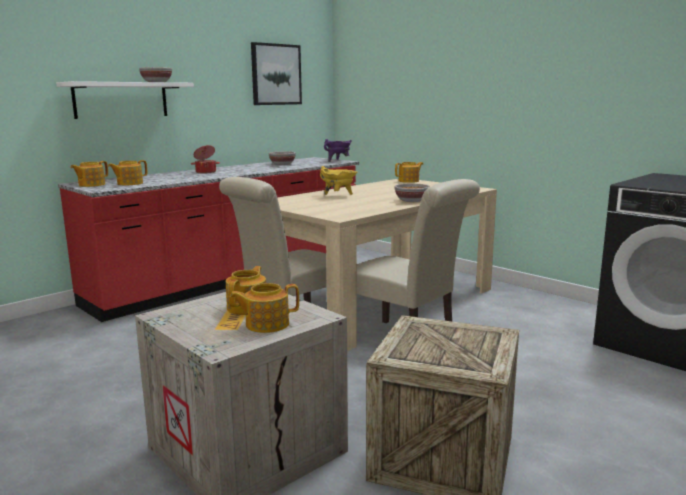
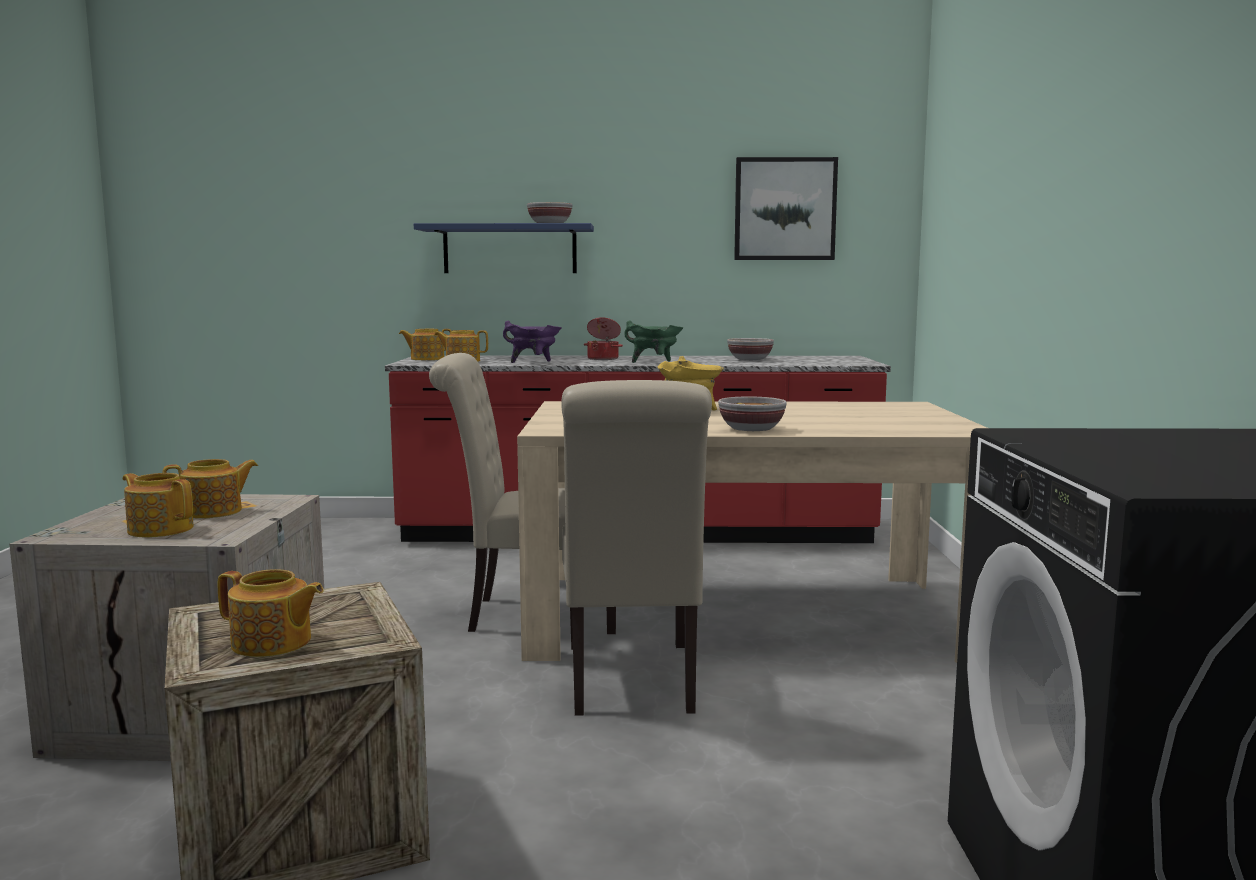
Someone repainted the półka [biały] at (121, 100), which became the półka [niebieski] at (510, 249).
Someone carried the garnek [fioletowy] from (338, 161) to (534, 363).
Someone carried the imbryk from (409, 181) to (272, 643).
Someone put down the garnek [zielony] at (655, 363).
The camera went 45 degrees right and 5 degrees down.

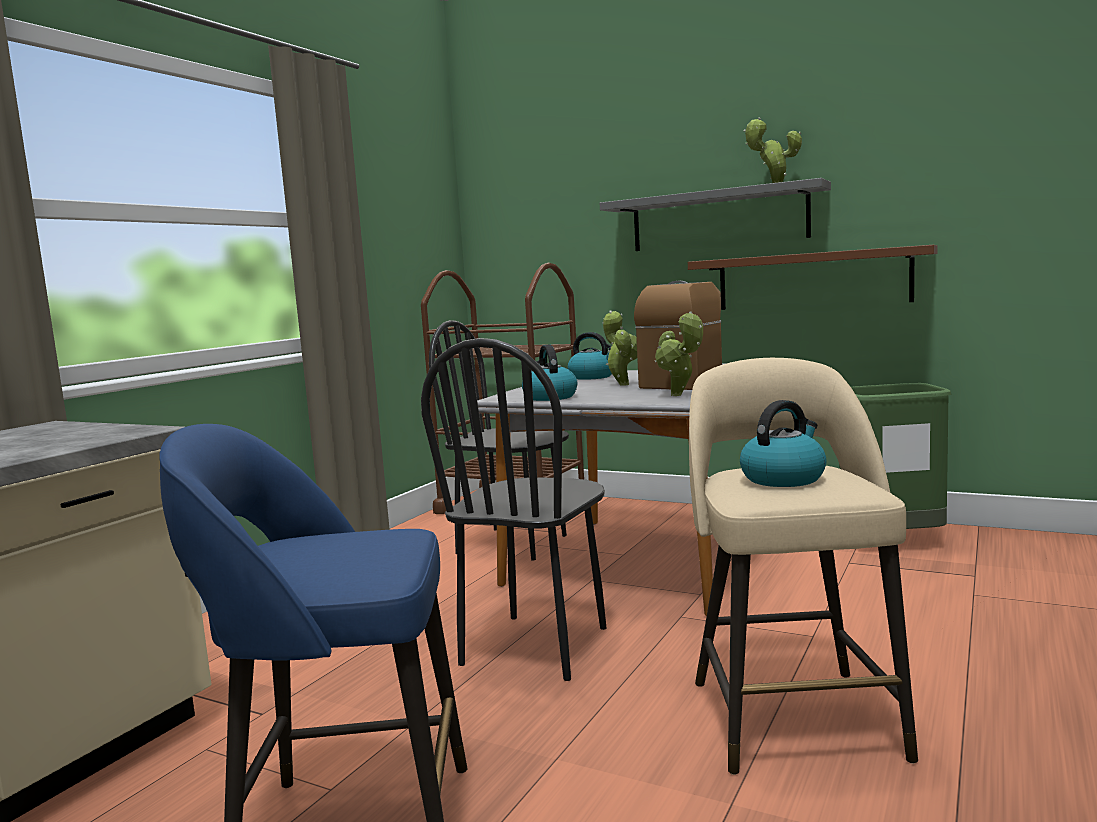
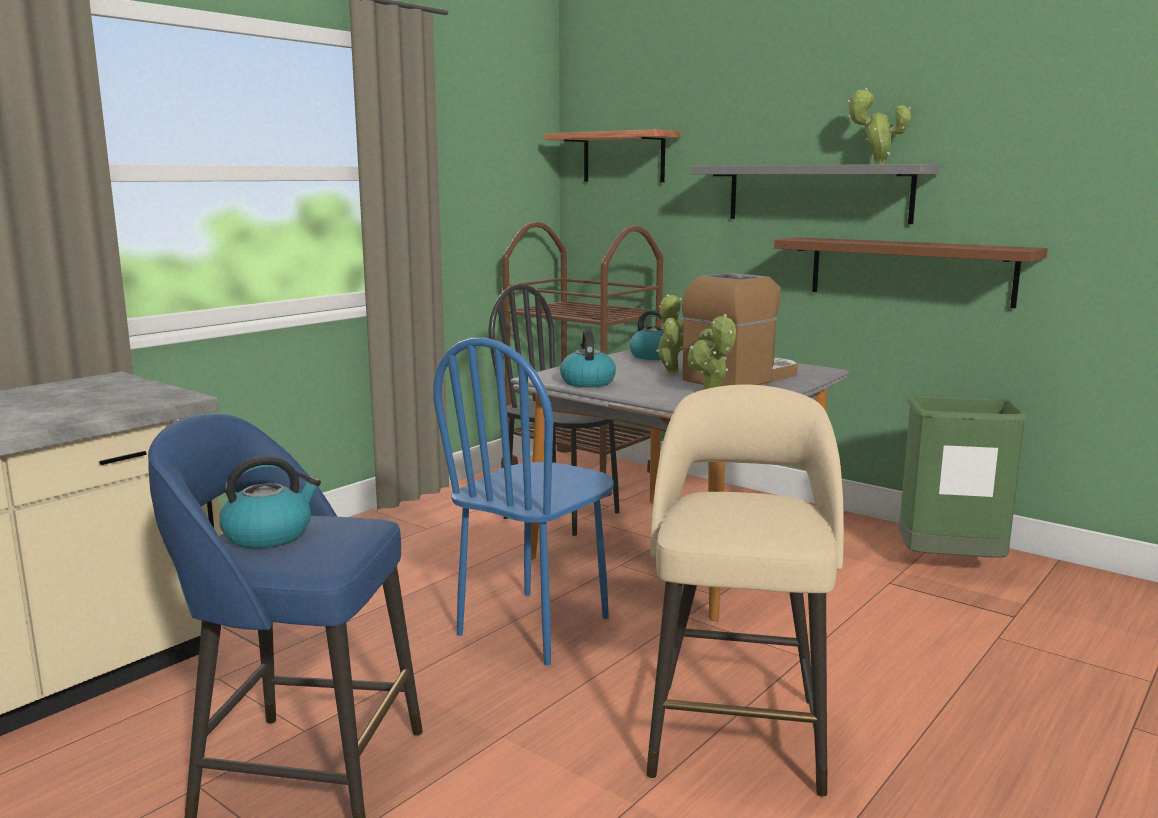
Someone repainted the krzesło [czarny] at (536, 646), which became the krzesło [niebieski] at (535, 626).
Someone carried the czajnik from (783, 478) to (269, 535).
Someone put up the półka at (623, 157).
The camera went 10 degrees right and 5 degrees up.

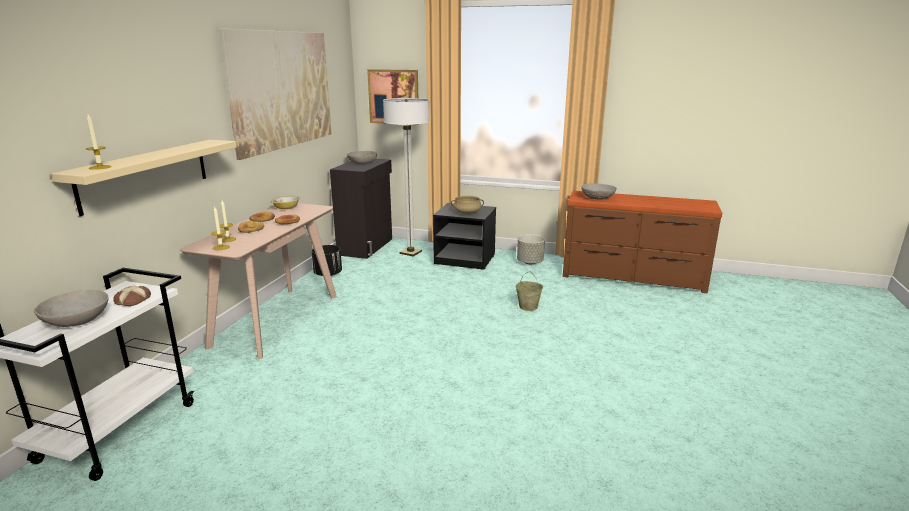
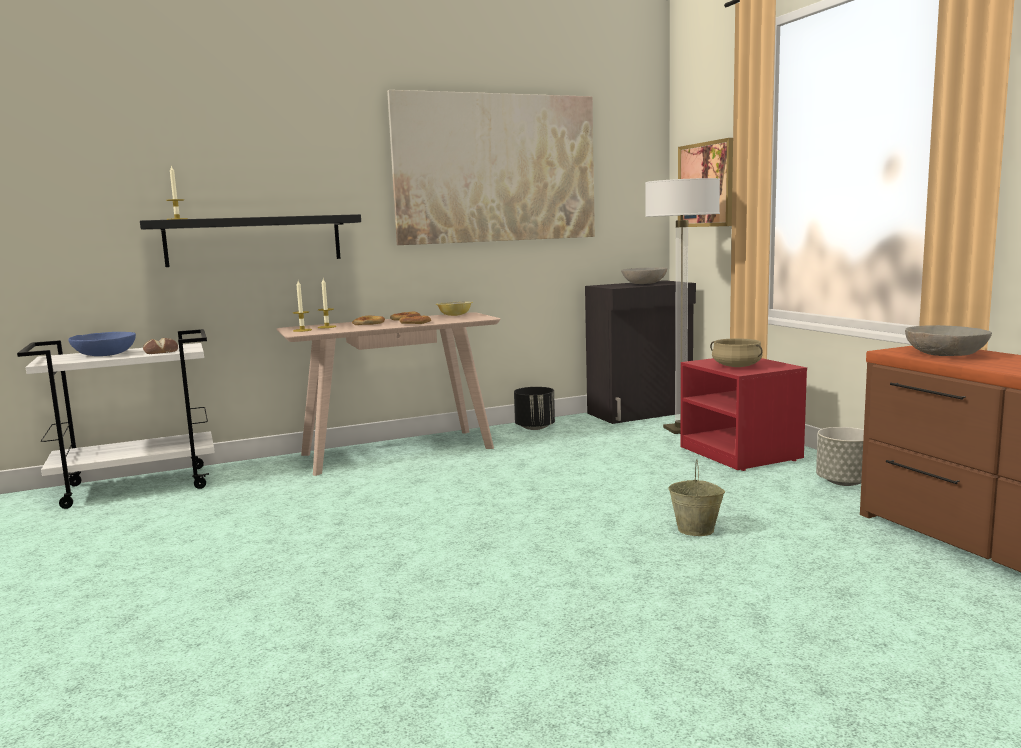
Someone repainted the półka [beżowy] at (146, 174), which became the półka [czarny] at (254, 240).
Someone repainted the szafka nocna [czarny] at (465, 259), which became the szafka nocna [czerwony] at (741, 453).
Someone repainted the miska [szary] at (76, 320), which became the miska [niebieski] at (104, 355).
The camera went 50 degrees right and 10 degrees down.

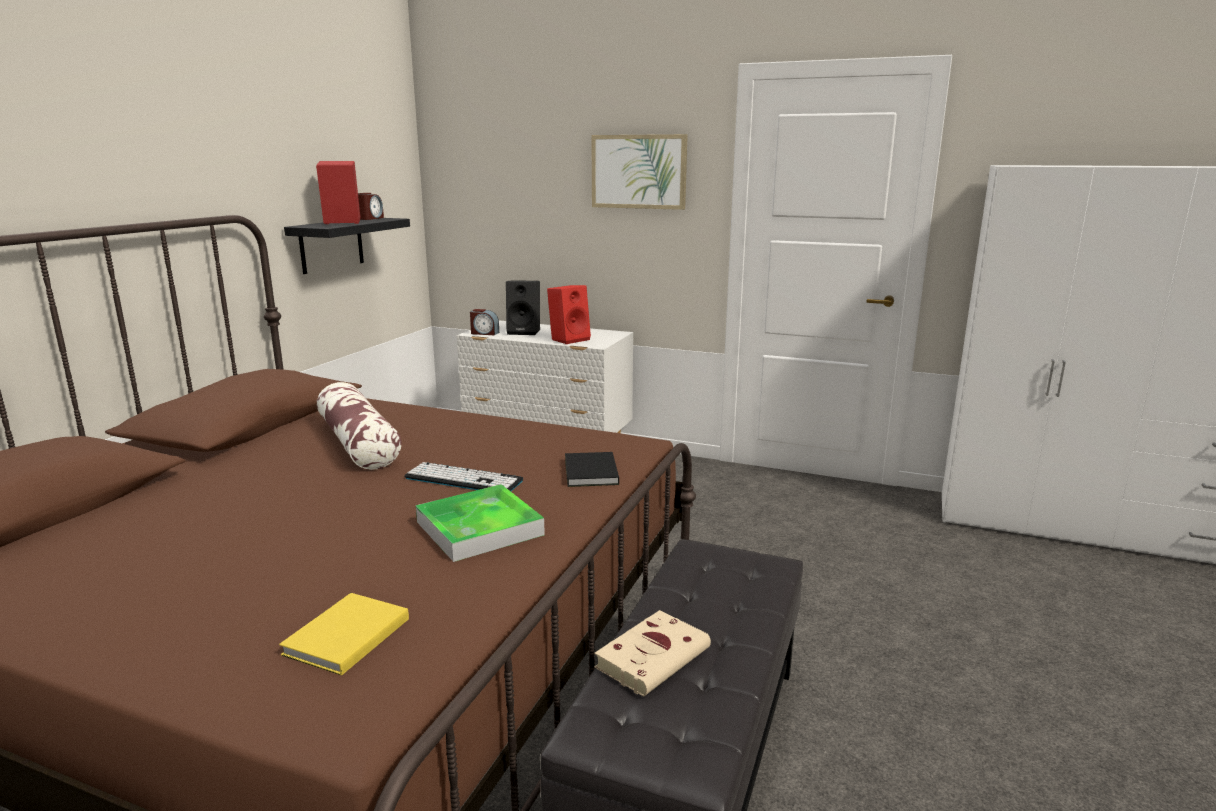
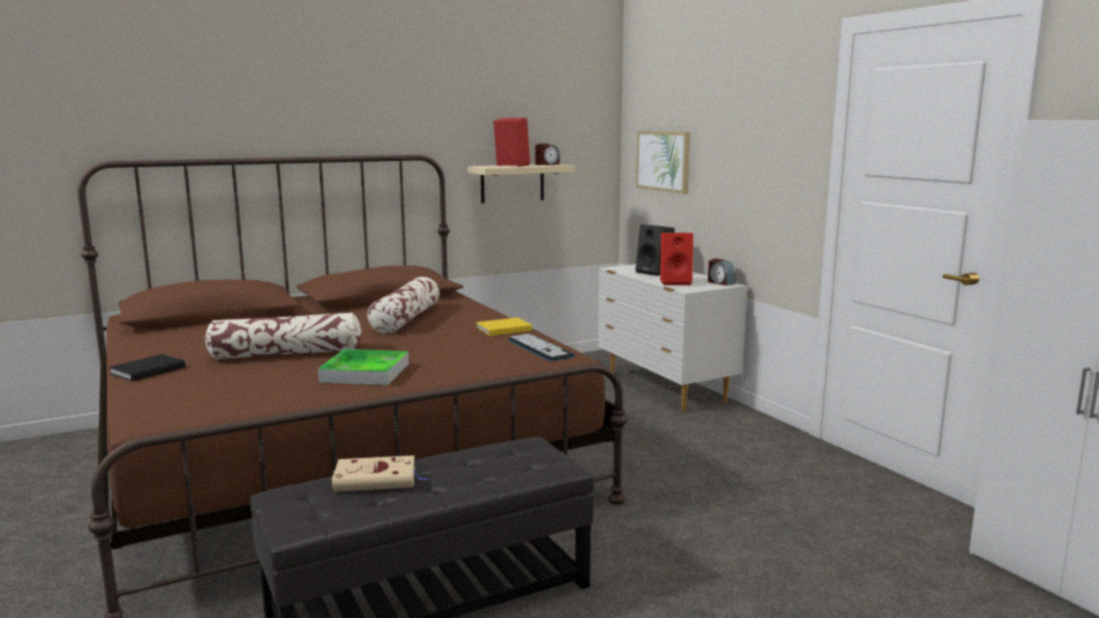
Someone carried the obraz from (639, 171) to (663, 161).
Someone repainted the półka [czarny] at (331, 245), which became the półka [beżowy] at (512, 183).
Someone carried the budzik from (484, 333) to (720, 283).
Someone carried the książka [czarny] from (590, 473) to (145, 370).
Someone carried the klawiatura from (463, 479) to (540, 348).
Someone carried the książka [żółty] from (343, 638) to (502, 329).
Someone put down the poduszka at (287, 354).
The camera went 40 degrees right and 5 degrees down.

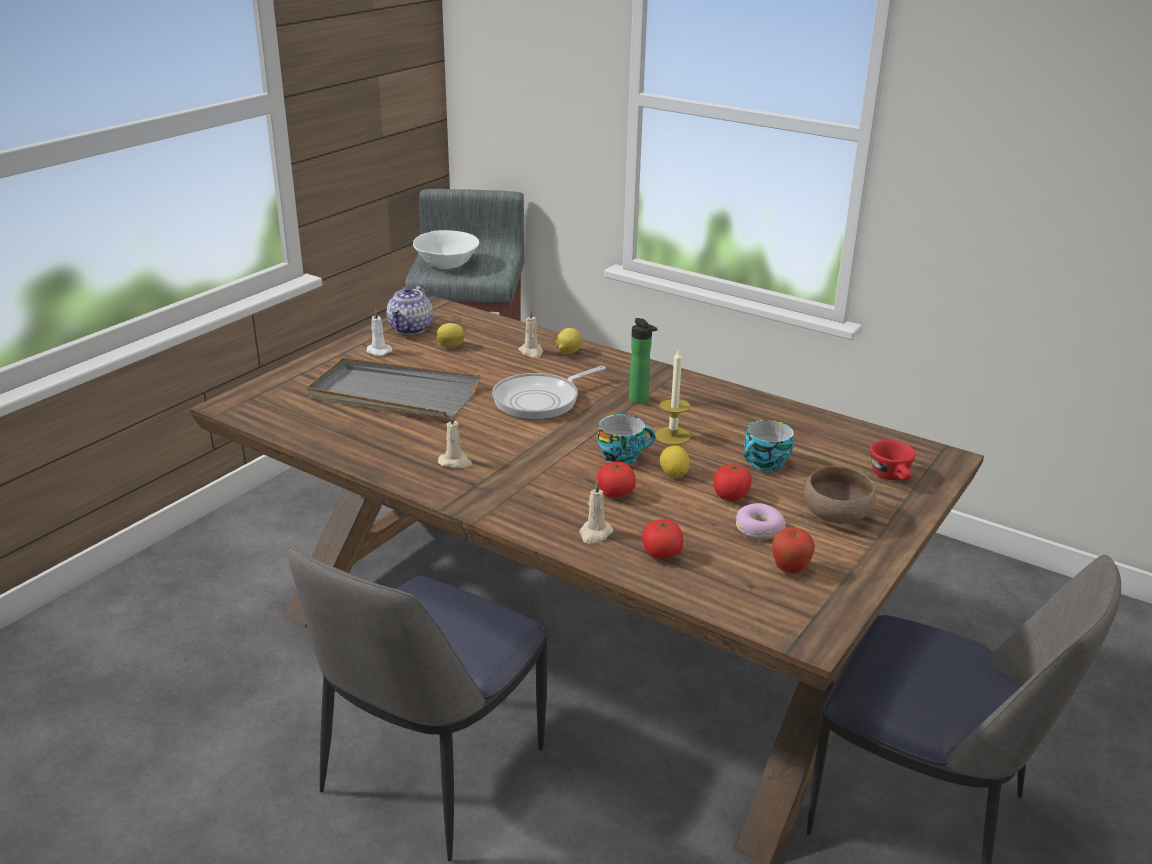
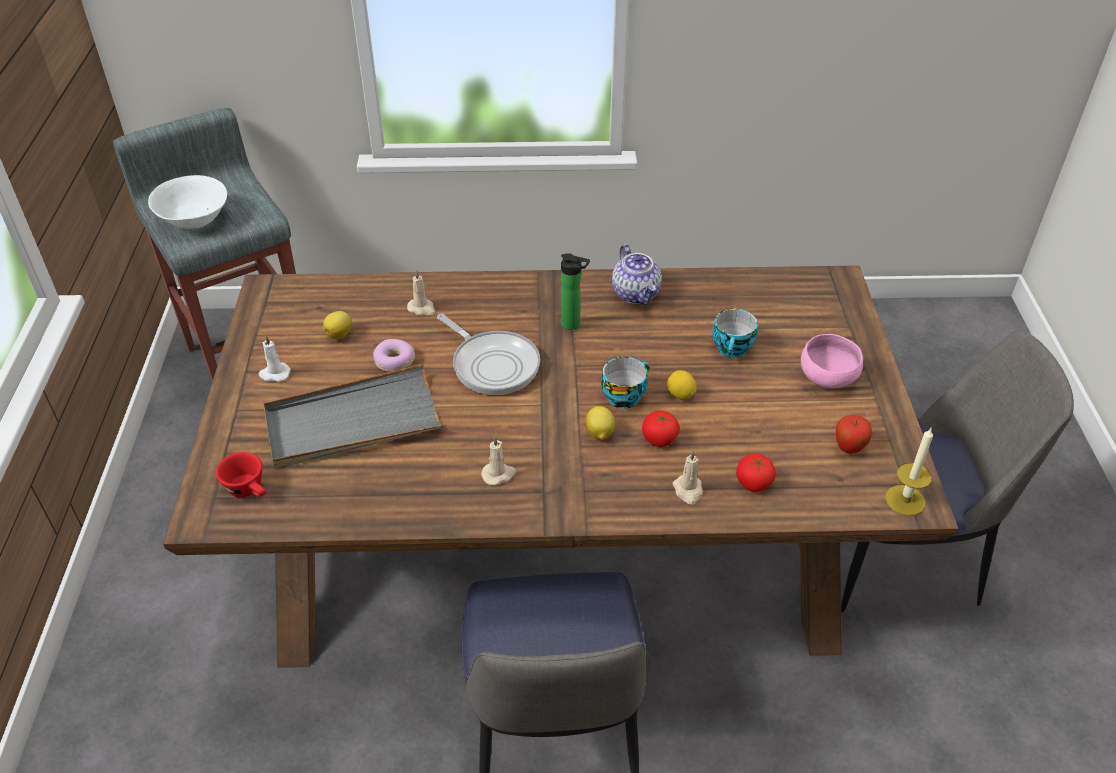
Someone carried the imbryk from (411, 329) to (636, 294).
Someone carried the cytryna from (568, 352) to (599, 433).
Someone carried the świeca from (672, 436) to (905, 500).
Someone rotated the patelnia at (541, 400) by 60 degrees counterclockwise.
Someone carried the filiżanka [czerwony] from (892, 477) to (249, 490).
Someone took away the pomidor at (730, 496).
Someone repainted the miska [brązowy] at (837, 517), which became the miska [różowy] at (828, 378).
Someone carried the donut from (758, 529) to (394, 361).
The camera went 35 degrees left and 15 degrees up.

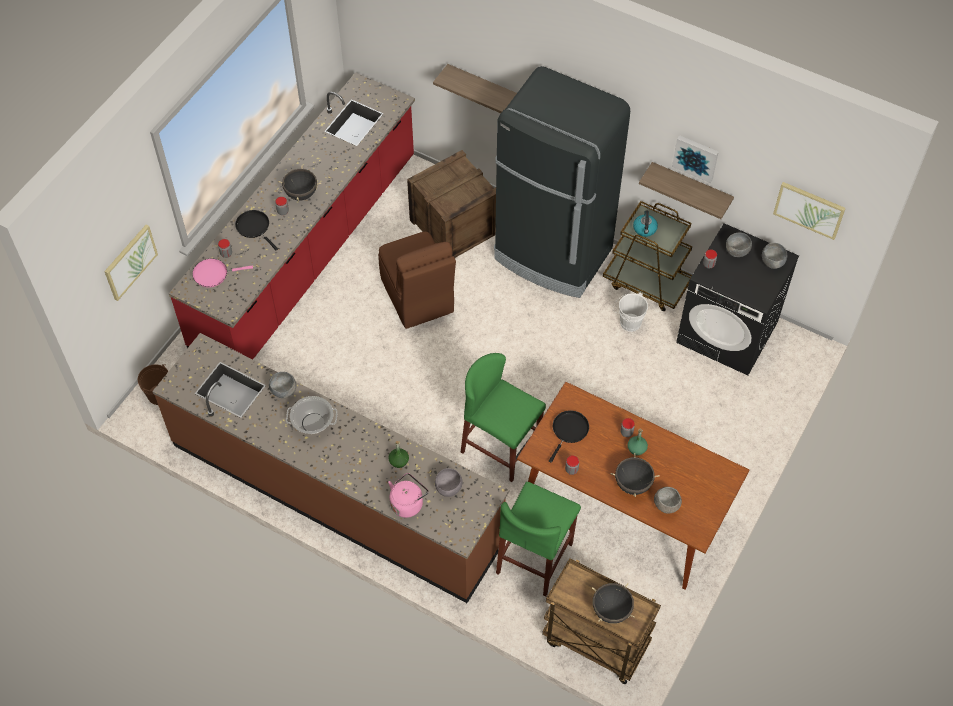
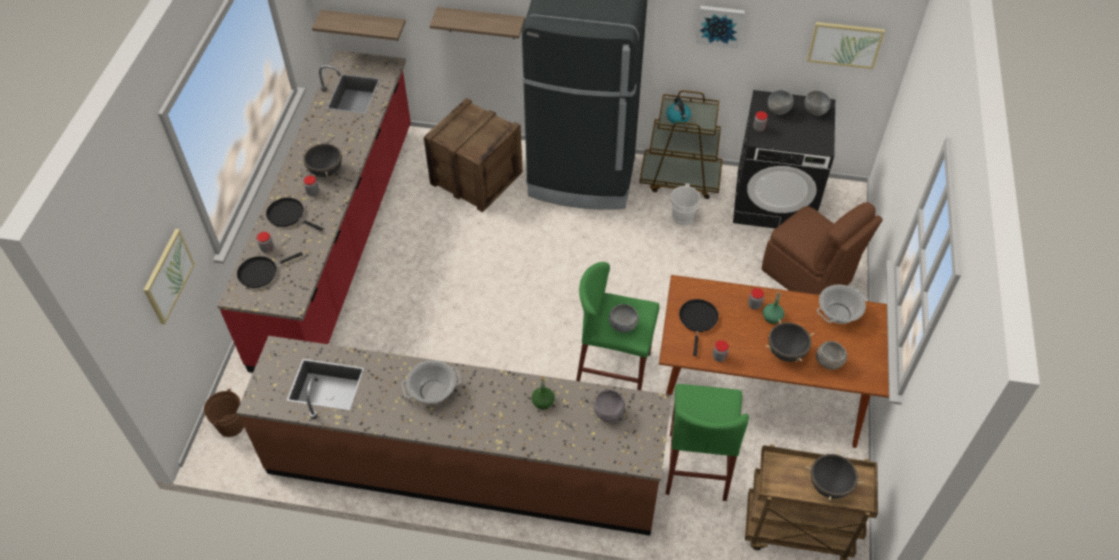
Someone carried the półka from (691, 188) to (364, 25).
Someone carried the krzesło [brązowy] from (417, 297) to (808, 277).
Someone repainted the patelnia [różowy] at (213, 274), which became the patelnia [czarny] at (261, 272).
Someone carried the miska [szary] from (283, 391) to (622, 325).
Someone took away the czajnik [różowy] at (408, 503).
Someone put down the garnek at (838, 313).
The camera went 20 degrees left and 5 degrees down.

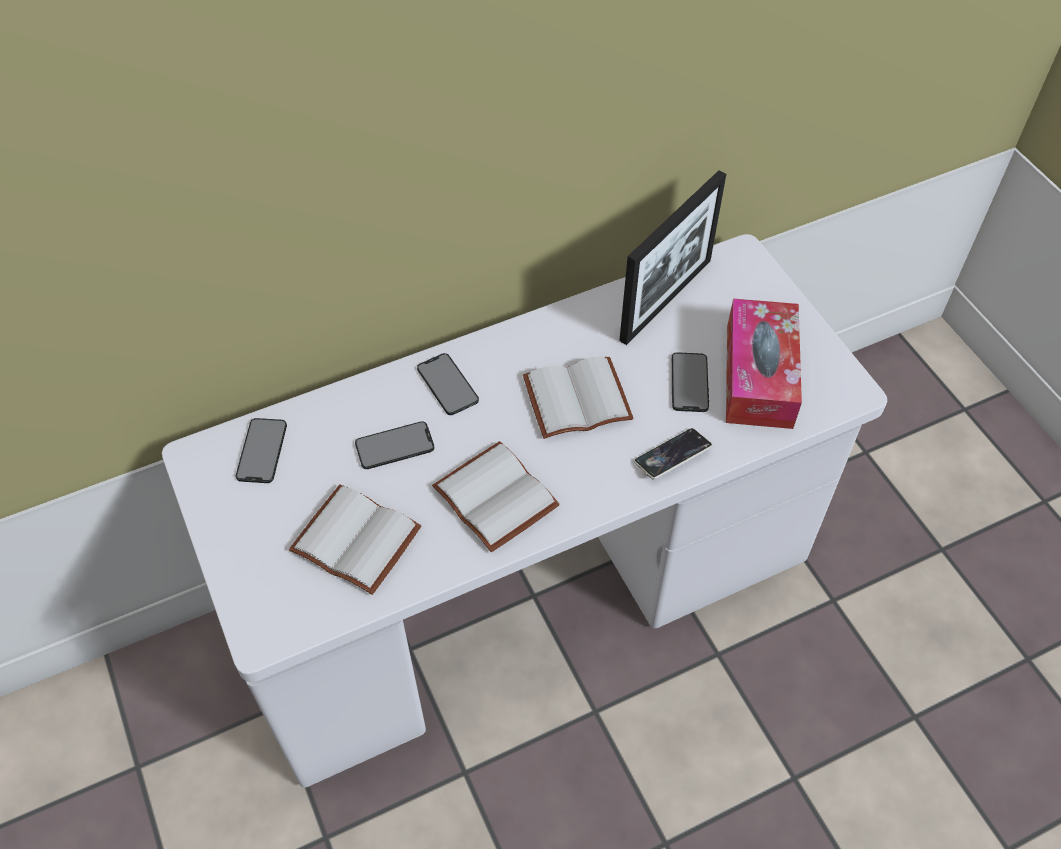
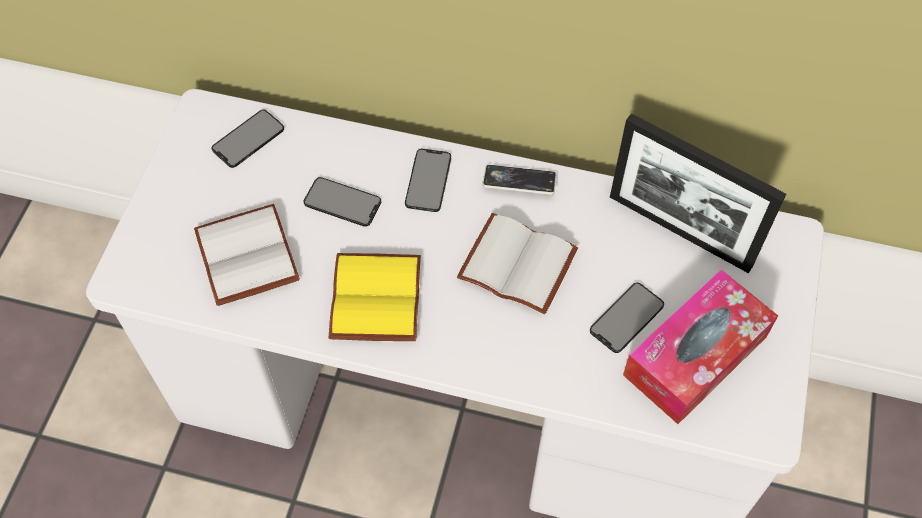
Someone rotated the ramka na zdjęcie at (666, 300) by 45 degrees clockwise.
Someone carried the telefon from (672, 456) to (519, 182).
Someone repainted the książka [biały] at (492, 498), which became the książka [żółty] at (373, 296).
The camera went 40 degrees right and 5 degrees up.

